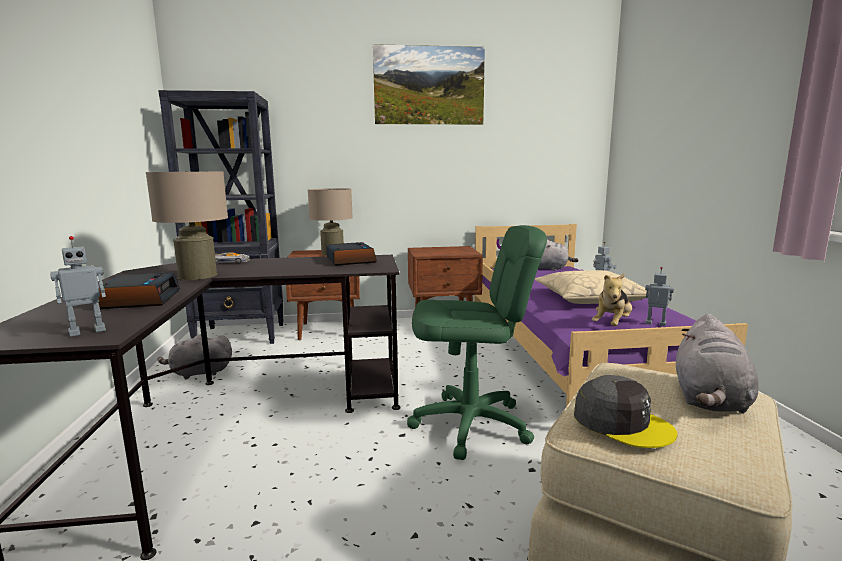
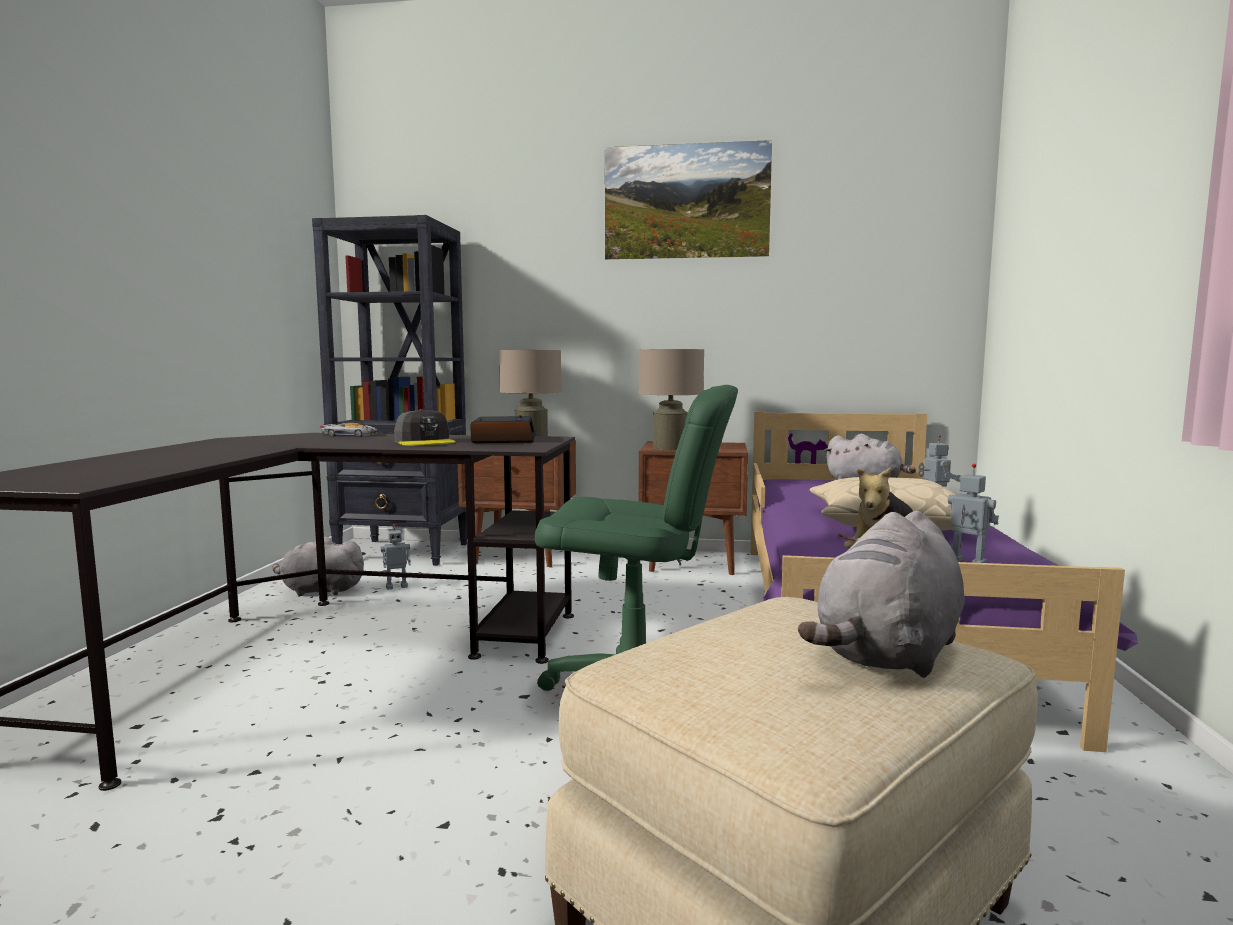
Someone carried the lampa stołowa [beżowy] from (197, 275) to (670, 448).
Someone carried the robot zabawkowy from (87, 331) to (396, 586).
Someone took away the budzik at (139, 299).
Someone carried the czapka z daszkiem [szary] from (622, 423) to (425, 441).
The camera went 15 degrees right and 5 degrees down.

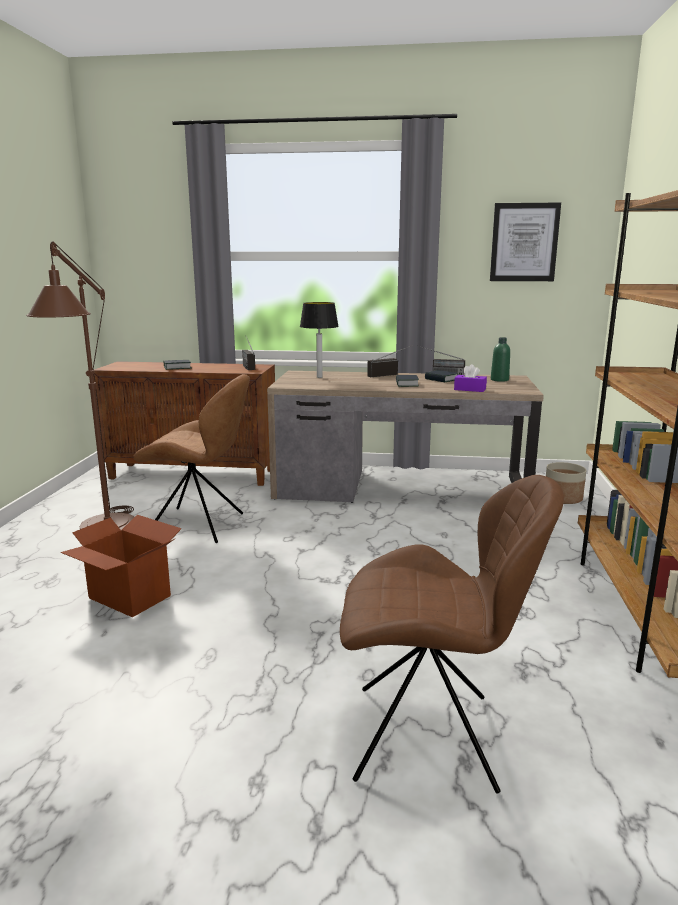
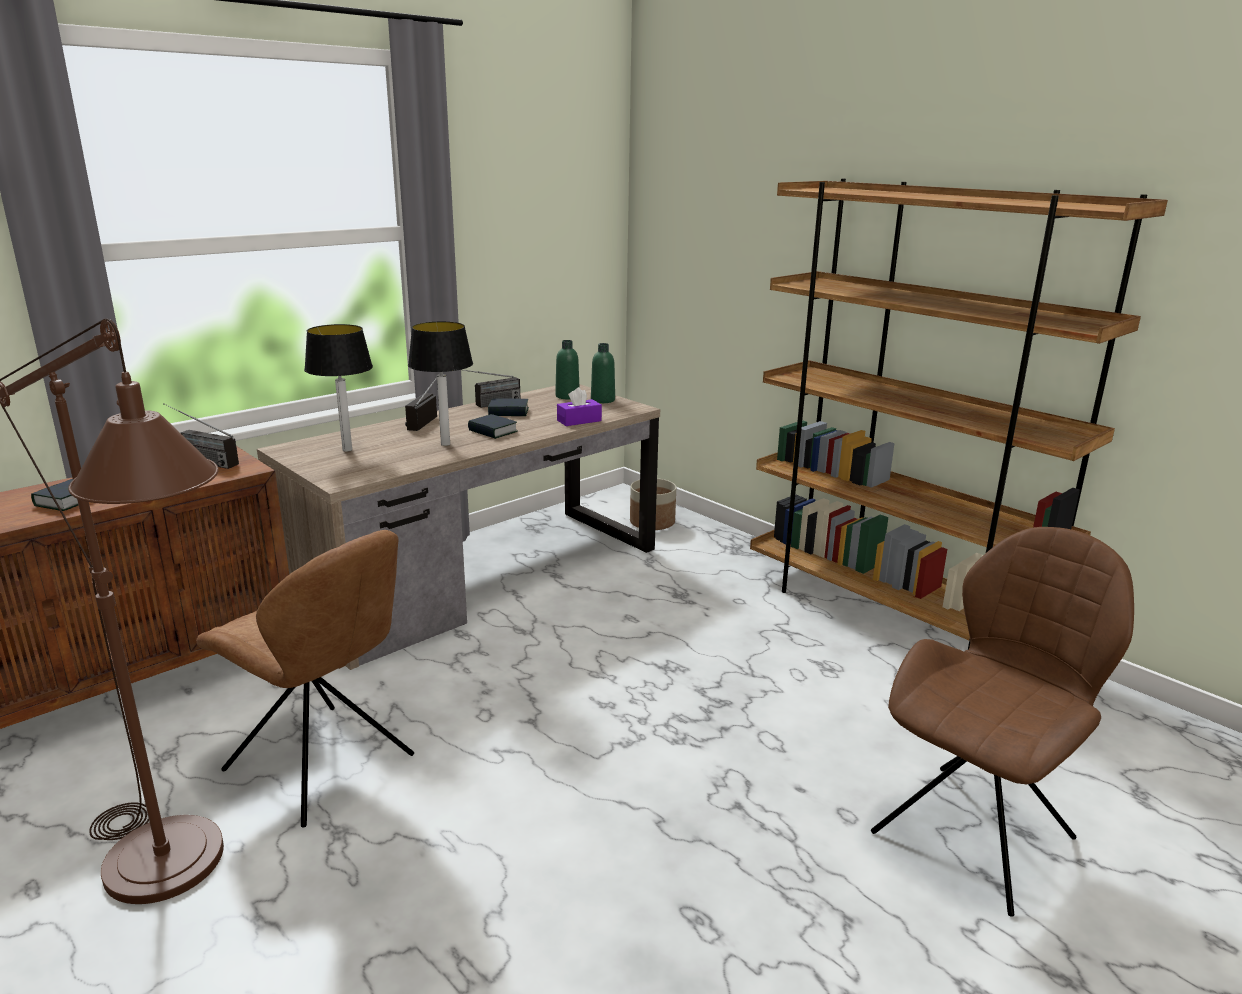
Someone took away the obraz at (524, 242).
Someone rotated the krzesło [brązowy] at (199, 525) by 75 degrees clockwise.
Someone took away the karton at (129, 597).
Someone put down the lampa stołowa at (445, 444).
Someone put down the butelka [zielony] at (602, 400).
The camera went 50 degrees left and 5 degrees up.

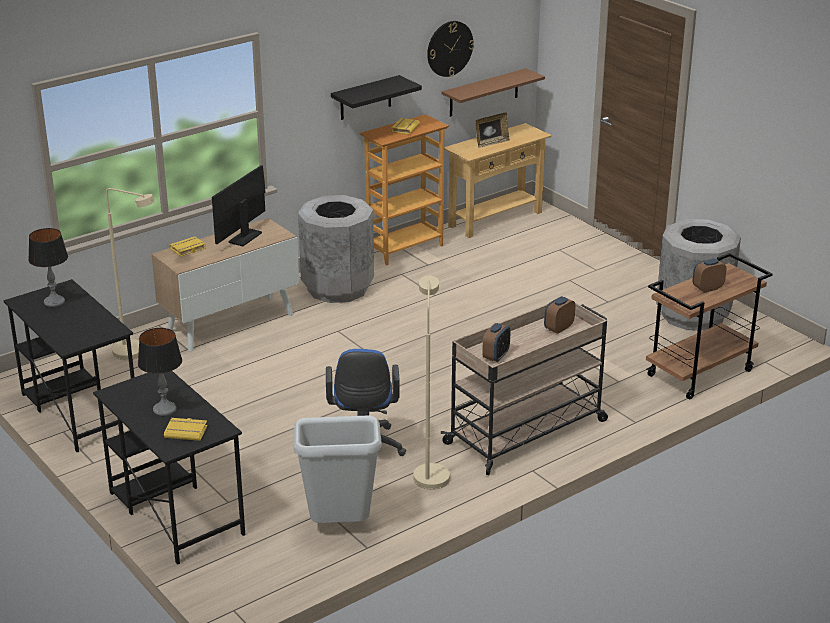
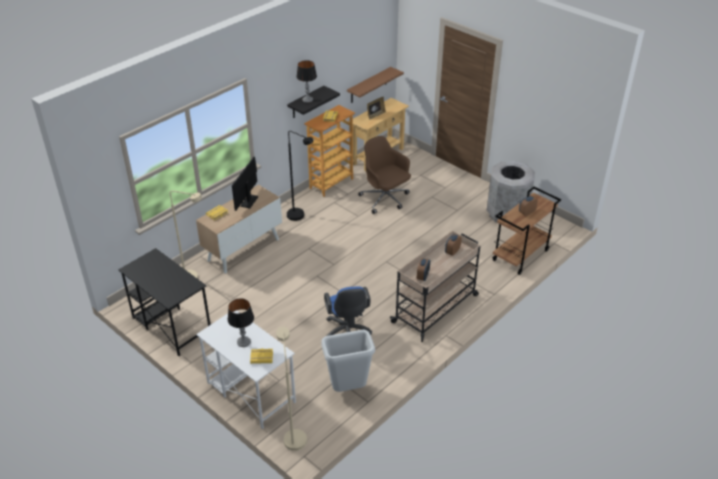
Someone took away the zegar ścienny at (449, 48).
Someone swapped the kosz na śmieci [szary] at (337, 288) for the lampa stojąca [czarny] at (299, 217).
Someone carried the lampa stołowa from (54, 302) to (307, 100).
Someone carried the lampa stojąca [beżowy] from (430, 472) to (293, 435).
Someone repainted the biurko [czarny] at (175, 512), which became the biurko [biały] at (250, 392).
Someone put down the krzesło biurowe [brązowy] at (385, 199).
The camera went 10 degrees left and 10 degrees up.

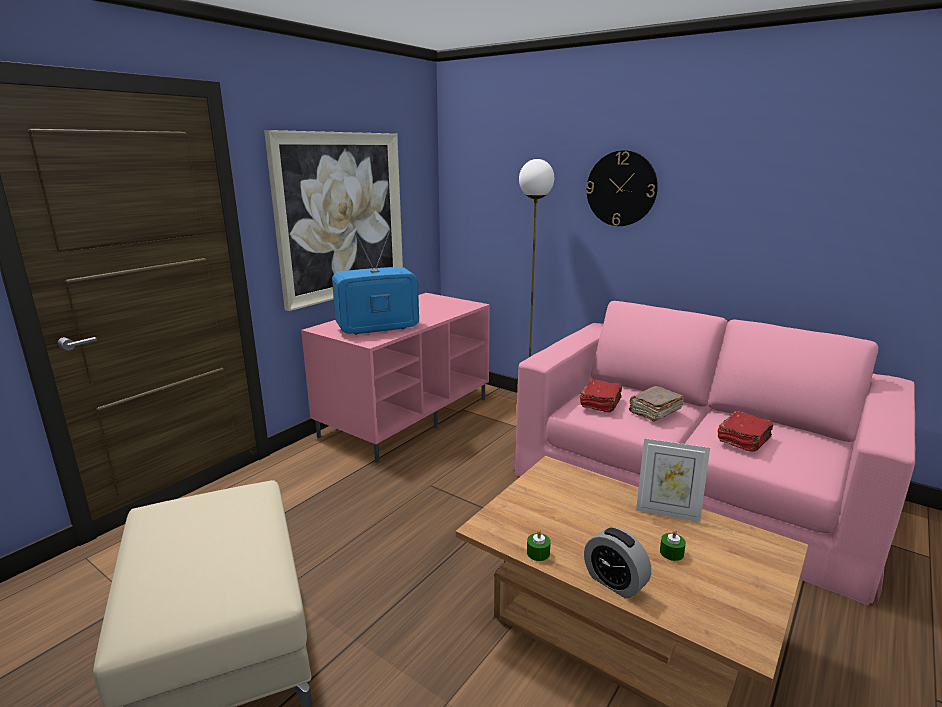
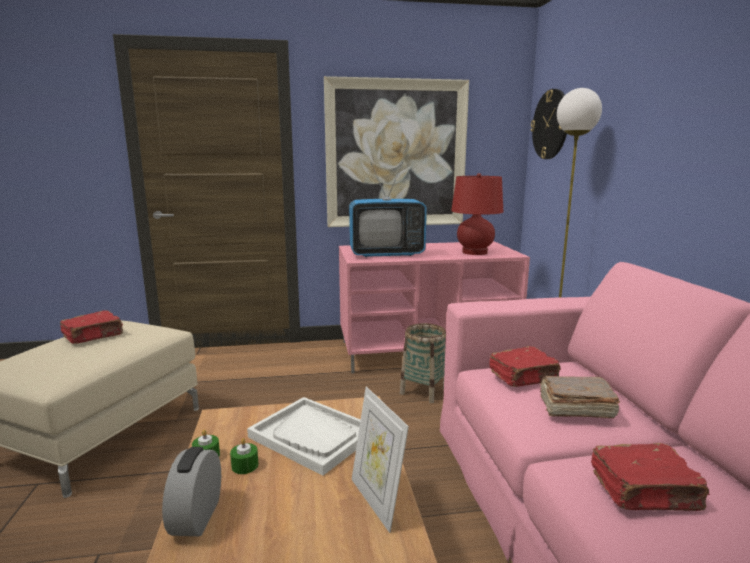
Someone carried the zegar ścienny from (621, 188) to (550, 124).
Someone rotated the telewizor at (377, 329) by 150 degrees clockwise.
Someone carried the świeca [zielony] from (671, 553) to (245, 465).
Someone put down the lampa stołowa [czerwony] at (474, 252).
Someone put down the książka [czerwony] at (94, 336).
Someone put down the koszyk at (424, 391).
Someone put down the taca [biały] at (312, 436).
The camera went 45 degrees right and 5 degrees down.

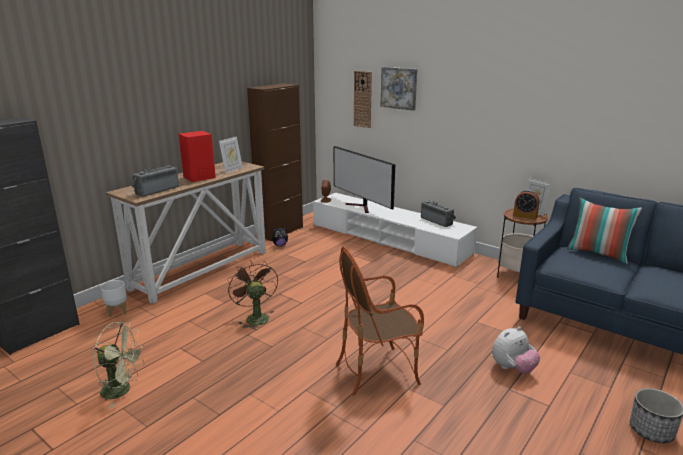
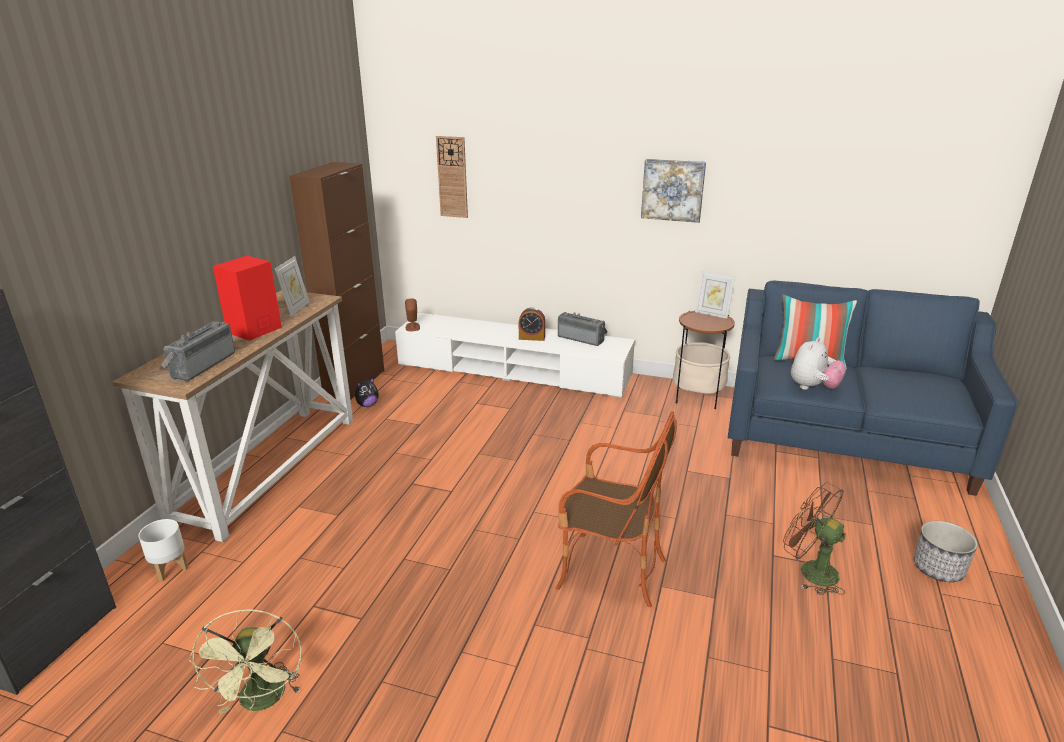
Someone carried the obraz from (399, 88) to (673, 190).
Someone took away the telewizor at (362, 207).
Someone carried the budzik from (525, 216) to (532, 338).
Someone rotated the fotel at (377, 371) by 120 degrees counterclockwise.
Someone carried the wentylator [brązowy] from (255, 317) to (810, 570).
Someone rotated the wentylator [zielony] at (122, 390) by 90 degrees clockwise.
Someone carried the pluszak from (512, 369) to (813, 387).
The camera went 20 degrees left and 5 degrees up.

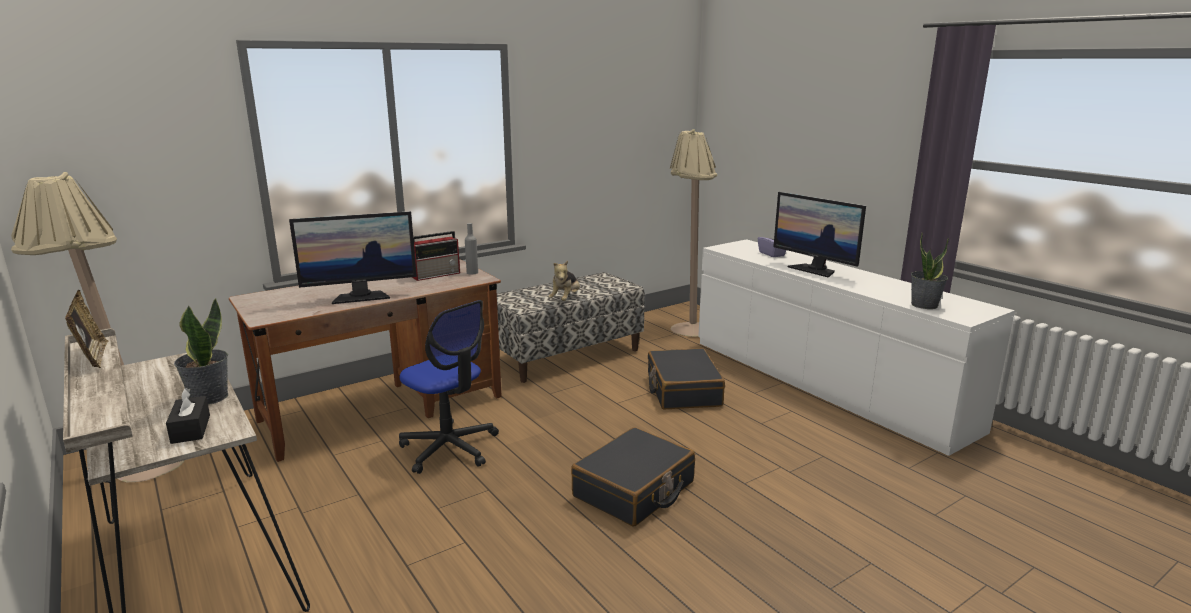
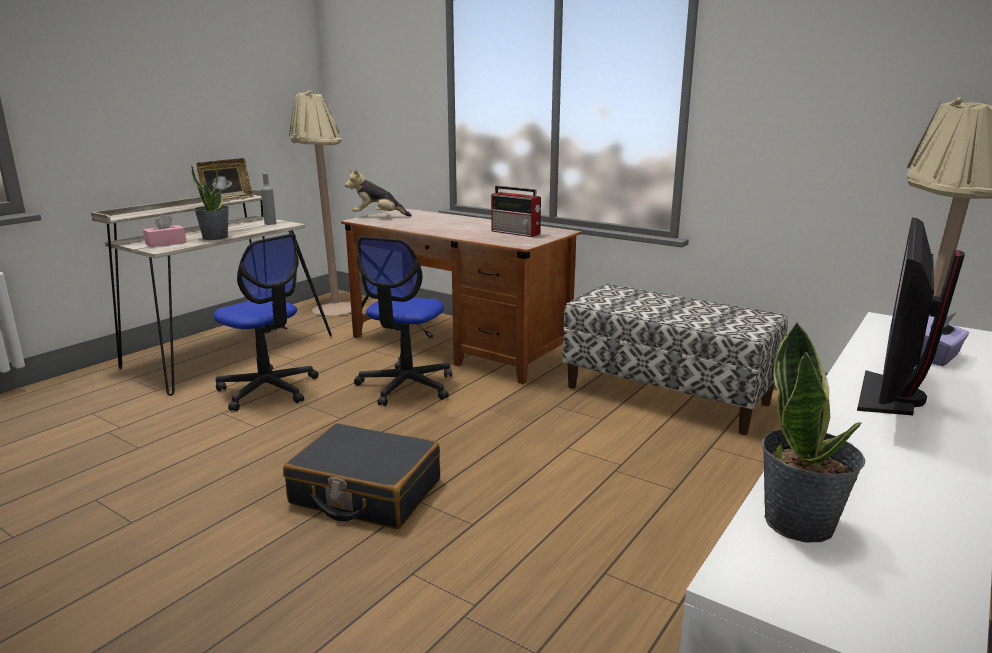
Someone took away the monitor at (360, 297).
Someone carried the butelka [szary] from (472, 272) to (270, 223).
Someone carried the pluszak from (565, 299) to (377, 217).
Someone took away the walizka [czarny] at (683, 390).
Someone repainted the pudełko chusteczek [czarny] at (191, 429), which became the pudełko chusteczek [różowy] at (166, 243).
Someone put down the krzesło biurowe at (268, 390).
The camera went 70 degrees right and 0 degrees up.

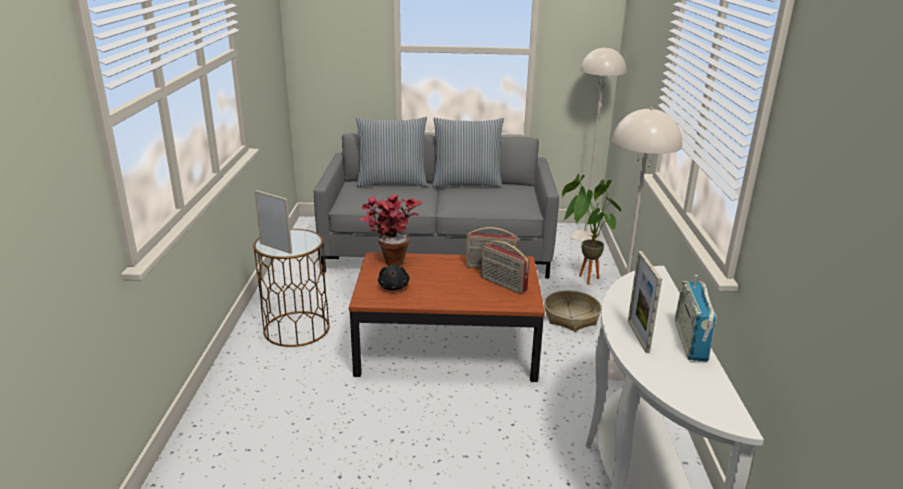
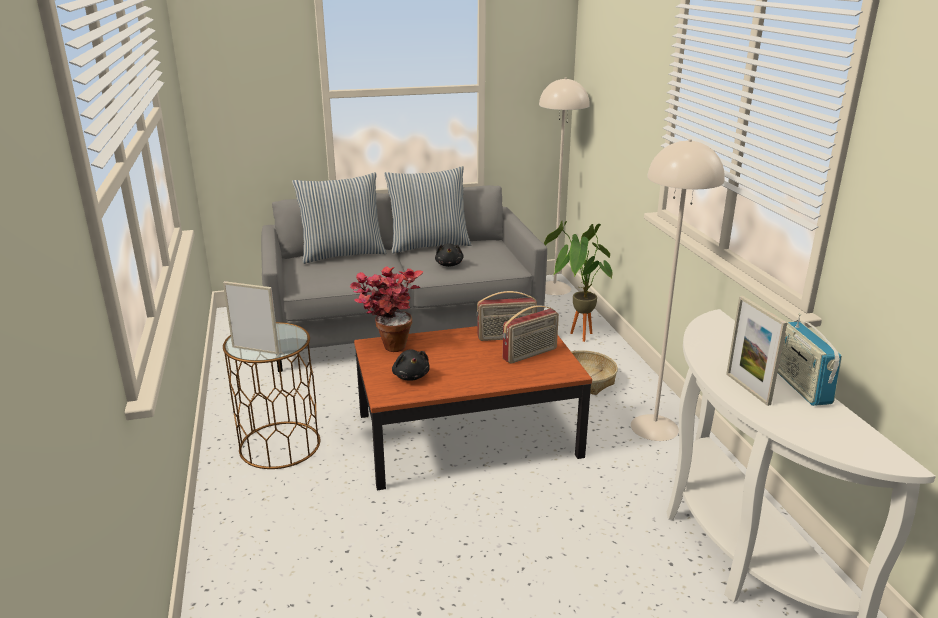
Someone rotated the radio at (502, 284) by 60 degrees counterclockwise.
Someone put down the pluszak [czarny] at (449, 264).
The camera went 15 degrees left and 0 degrees up.

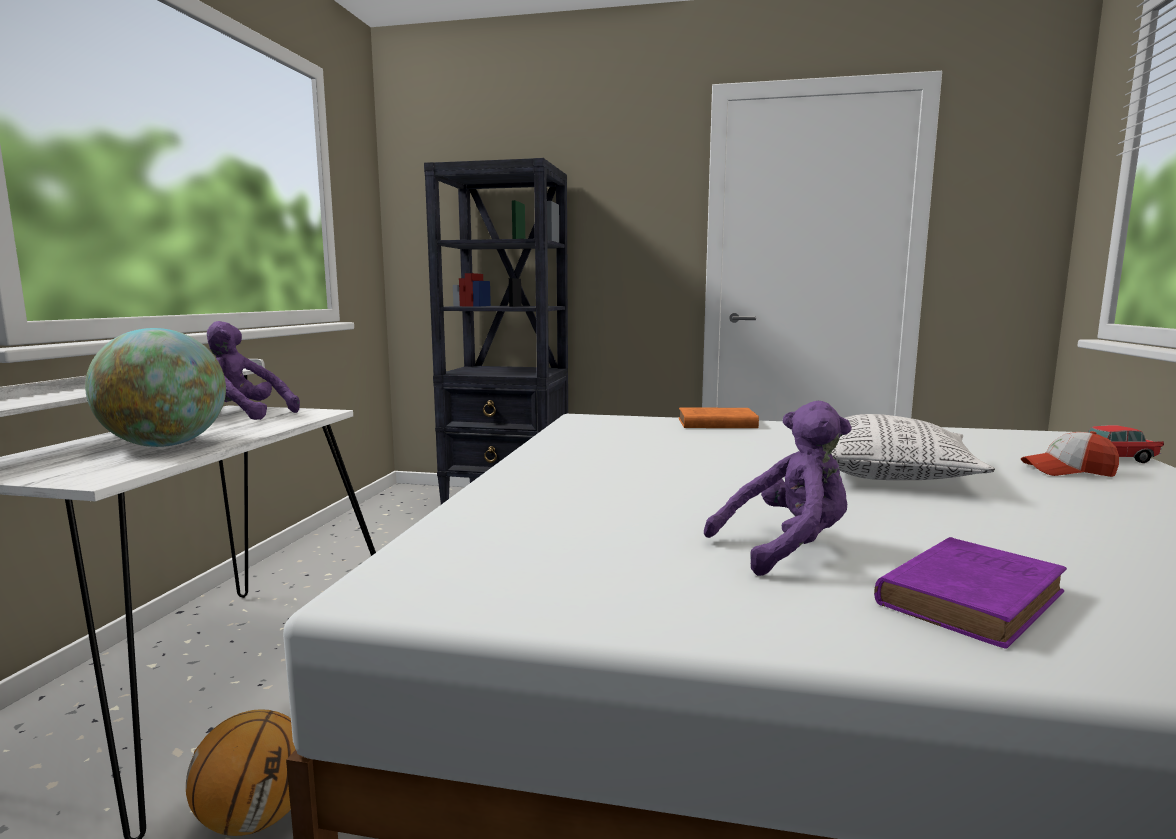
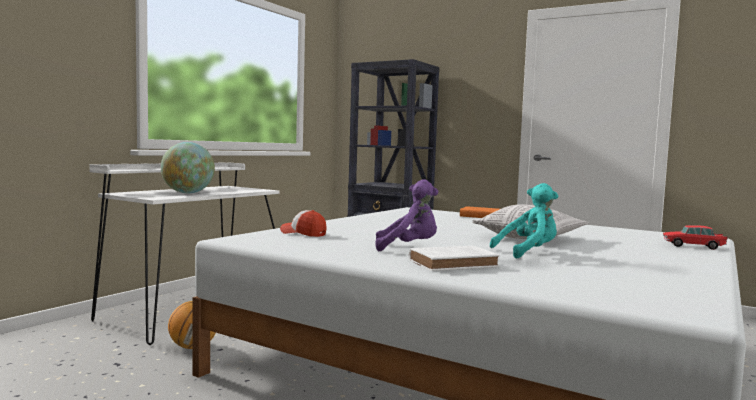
Someone took away the pluszak [fioletowy] at (241, 416).
Someone carried the czapka z daszkiem from (1068, 471) to (303, 233).
Someone repainted the książka [fioletowy] at (972, 597), which became the książka [biały] at (455, 263).
Someone put down the pluszak [turkusowy] at (528, 252).
The camera went 20 degrees right and 5 degrees down.

